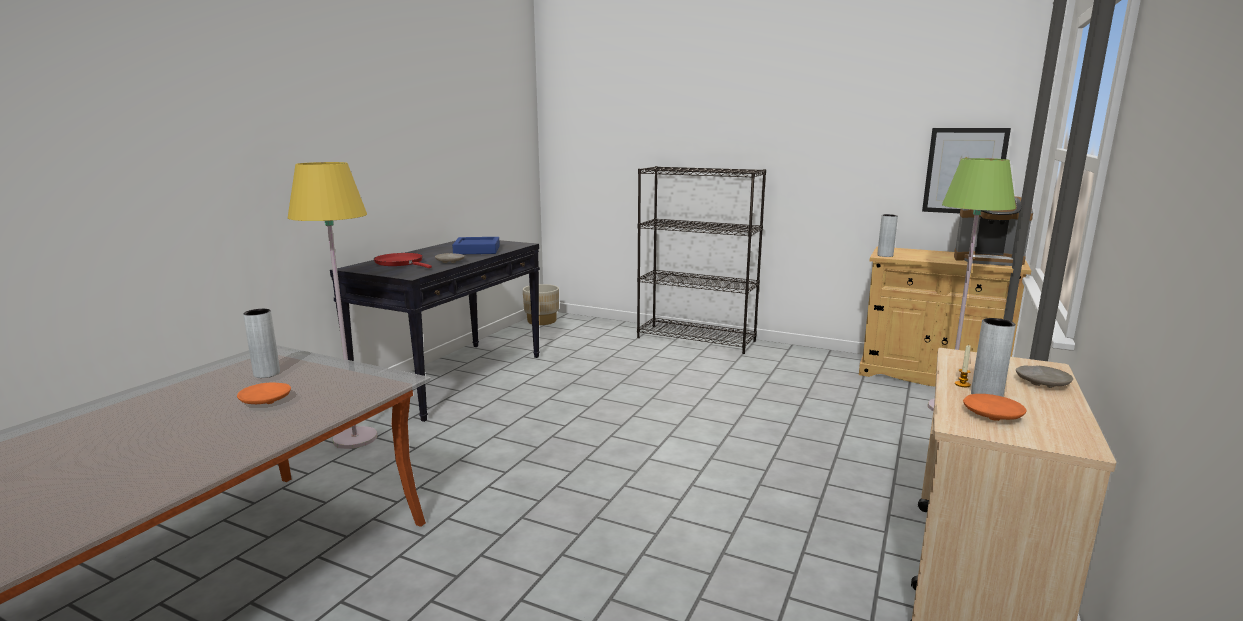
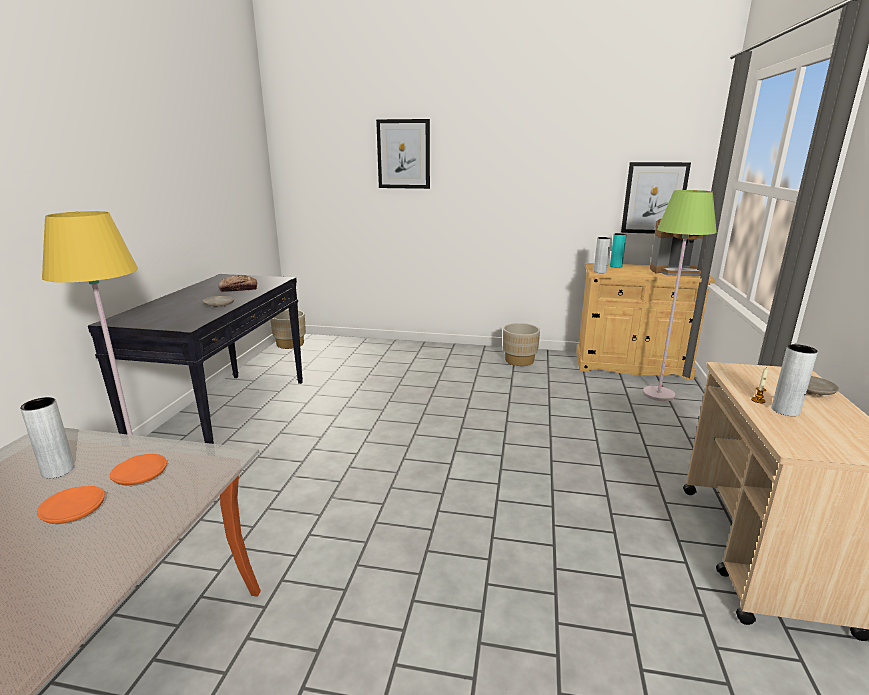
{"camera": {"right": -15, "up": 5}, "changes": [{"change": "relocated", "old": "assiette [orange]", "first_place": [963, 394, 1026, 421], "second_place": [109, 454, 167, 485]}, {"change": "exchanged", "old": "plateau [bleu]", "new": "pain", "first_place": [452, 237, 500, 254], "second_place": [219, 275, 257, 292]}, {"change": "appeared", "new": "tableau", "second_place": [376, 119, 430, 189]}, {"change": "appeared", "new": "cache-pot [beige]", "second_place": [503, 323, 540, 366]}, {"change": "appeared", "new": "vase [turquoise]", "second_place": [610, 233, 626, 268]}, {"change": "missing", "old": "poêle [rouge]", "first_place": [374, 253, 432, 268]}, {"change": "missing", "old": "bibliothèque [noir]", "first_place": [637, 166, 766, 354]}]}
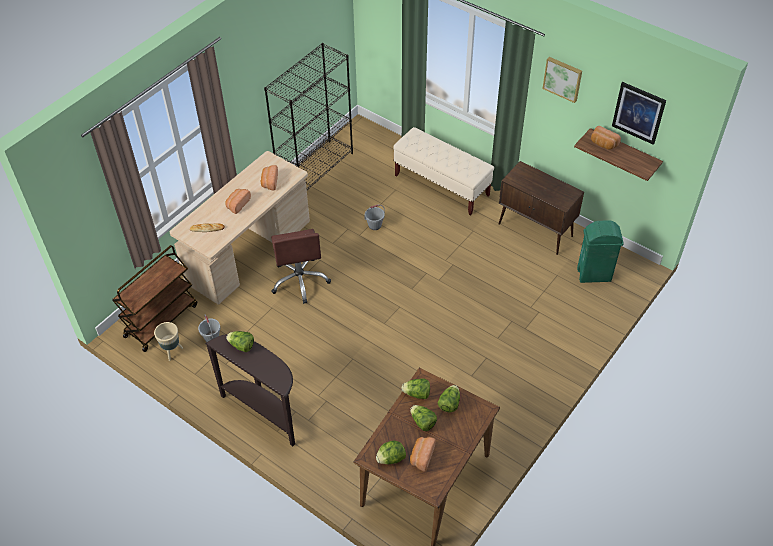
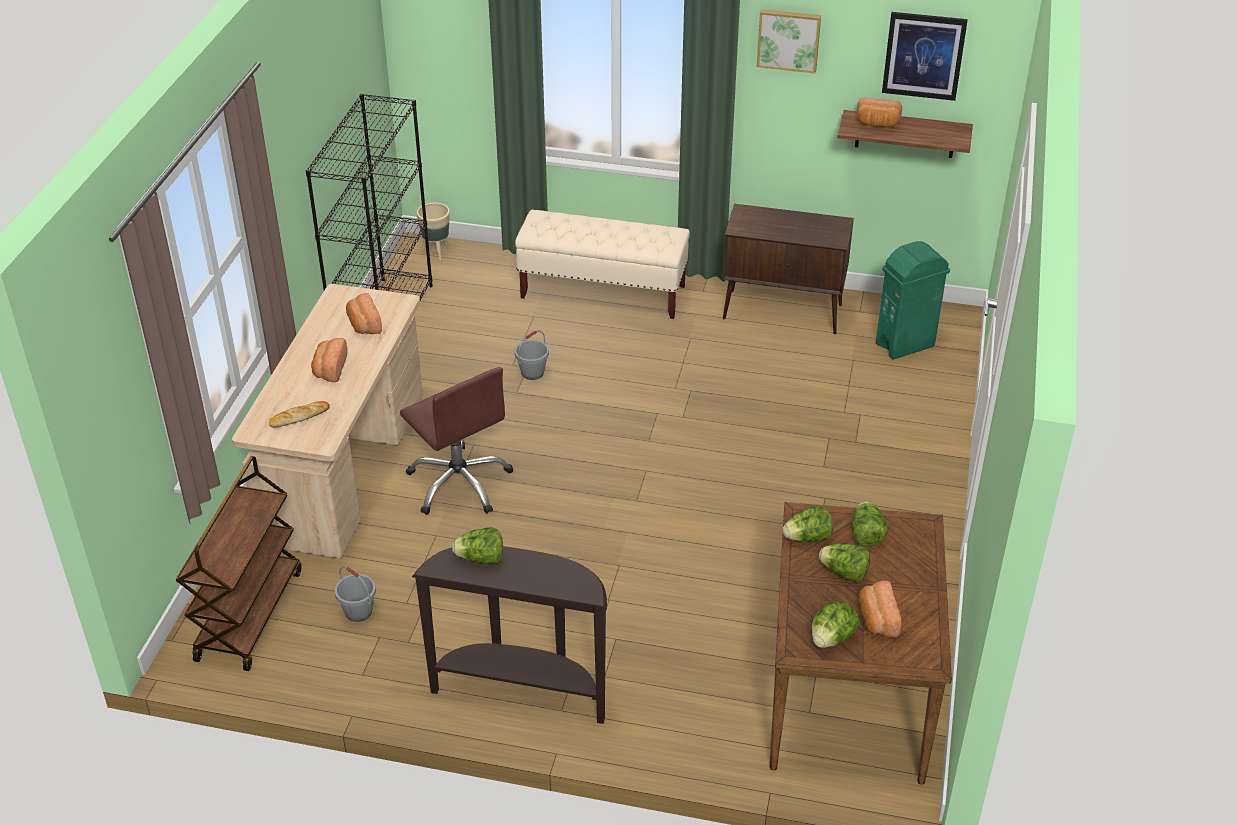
{"camera": {"right": -25, "up": -10}, "changes": [{"change": "relocated", "old": "cache-pot [beige]", "first_place": [154, 322, 183, 361], "second_place": [417, 203, 450, 261]}]}
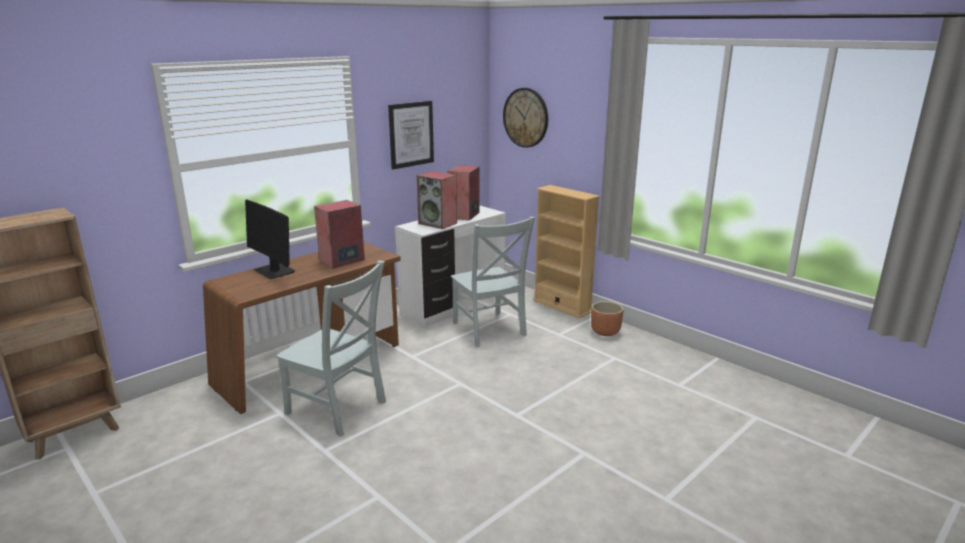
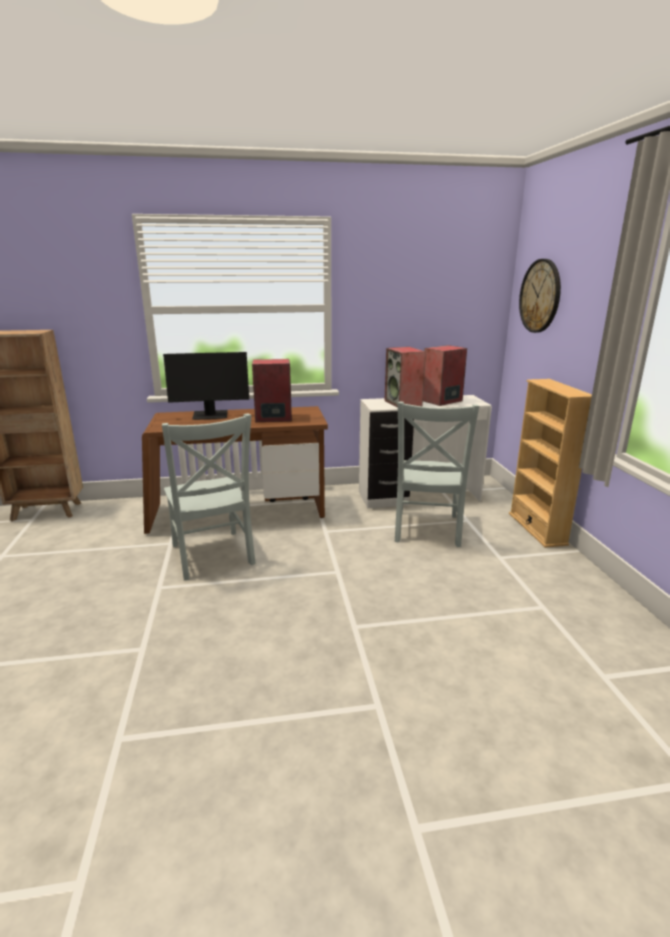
{"camera": {"right": 35, "up": 0}, "changes": [{"change": "spun", "old": "écran d'ordinateur", "first_place": [245, 200, 296, 279], "second_place": [163, 352, 249, 420], "degrees": -90}, {"change": "missing", "old": "tableau", "first_place": [388, 101, 434, 169]}, {"change": "missing", "old": "cache-pot [marron]", "first_place": [591, 301, 623, 336]}]}
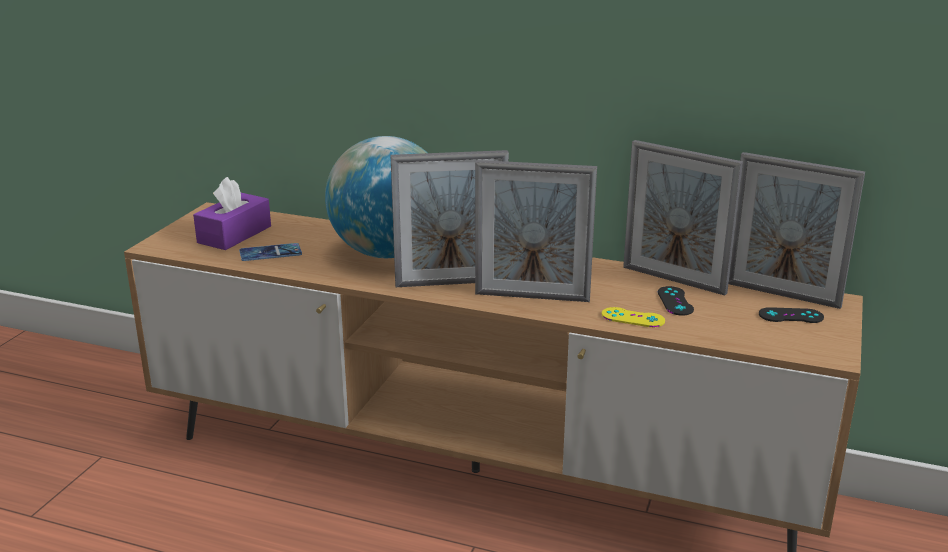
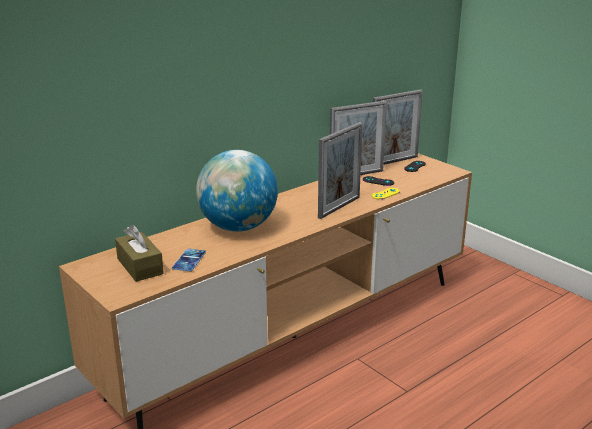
{"camera": {"right": -60, "up": 0}, "changes": [{"change": "colour", "old": "boîte à mouchoirs [violet]", "new": "boîte à mouchoirs [marron]", "first_place": [193, 177, 271, 250], "second_place": [115, 225, 164, 282]}, {"change": "missing", "old": "cadre photo", "first_place": [390, 150, 509, 287]}]}
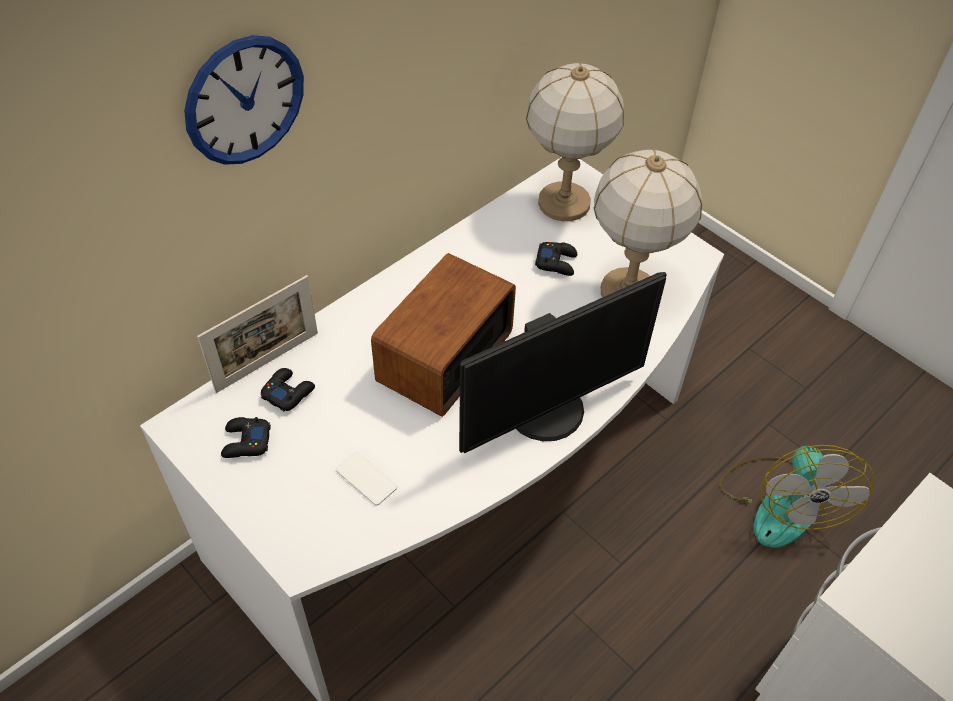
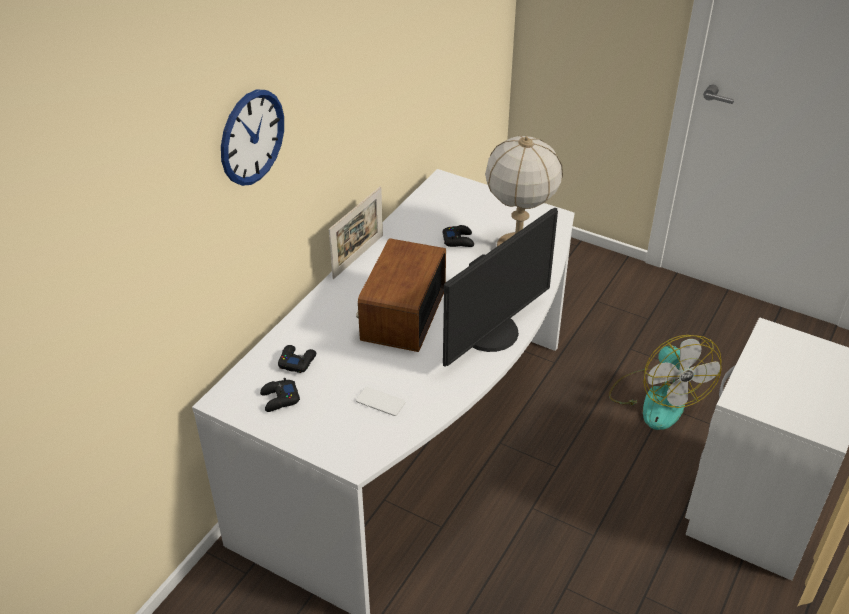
{"camera": {"right": -15, "up": -10}, "changes": [{"change": "relocated", "old": "cadre photo", "first_place": [197, 275, 318, 393], "second_place": [329, 186, 383, 279]}, {"change": "missing", "old": "lampe de table", "first_place": [526, 62, 624, 221]}]}
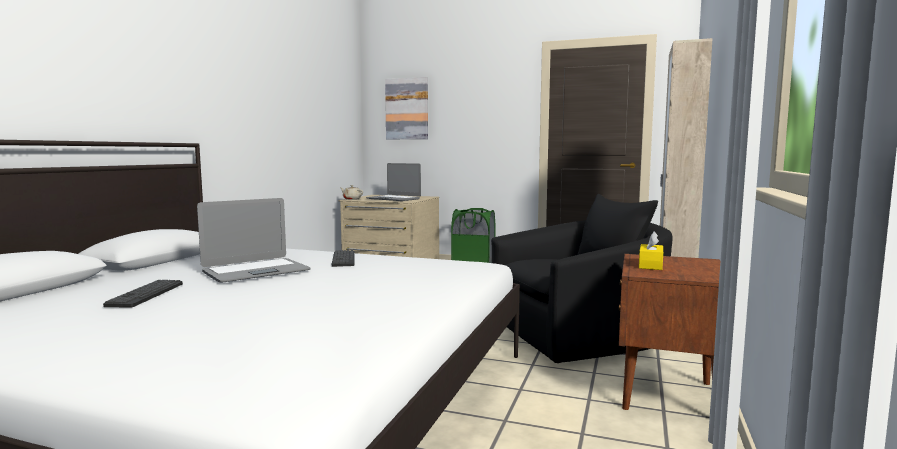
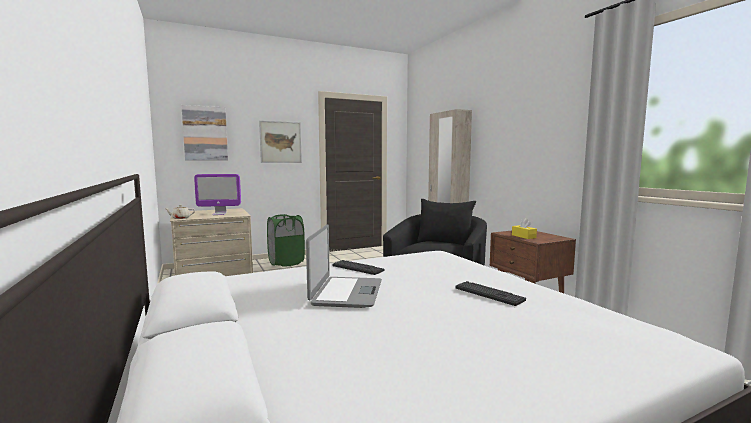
{"camera": {"right": -45, "up": 0}, "changes": [{"change": "exchanged", "old": "ordinateur portable", "new": "écran d'ordinateur", "first_place": [366, 163, 421, 201], "second_place": [194, 174, 241, 215]}, {"change": "appeared", "new": "tableau", "second_place": [259, 121, 302, 163]}, {"change": "relocated", "old": "clavier", "first_place": [103, 280, 183, 308], "second_place": [455, 281, 526, 306]}]}
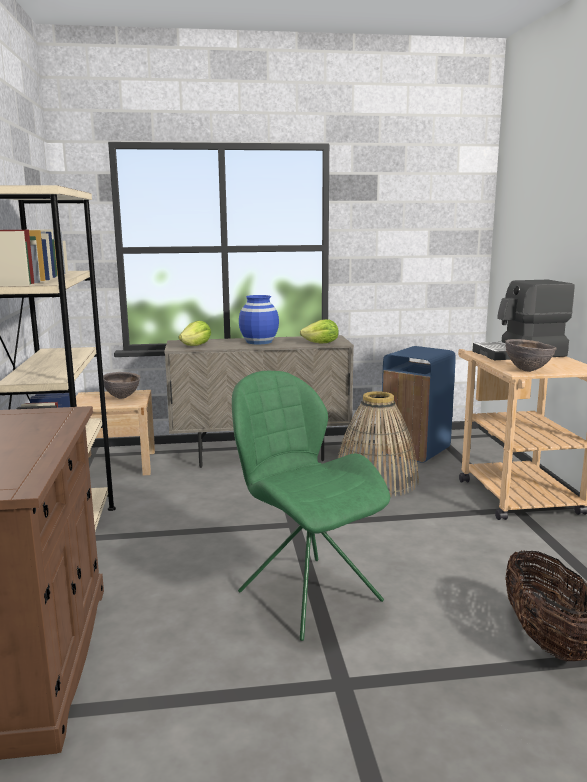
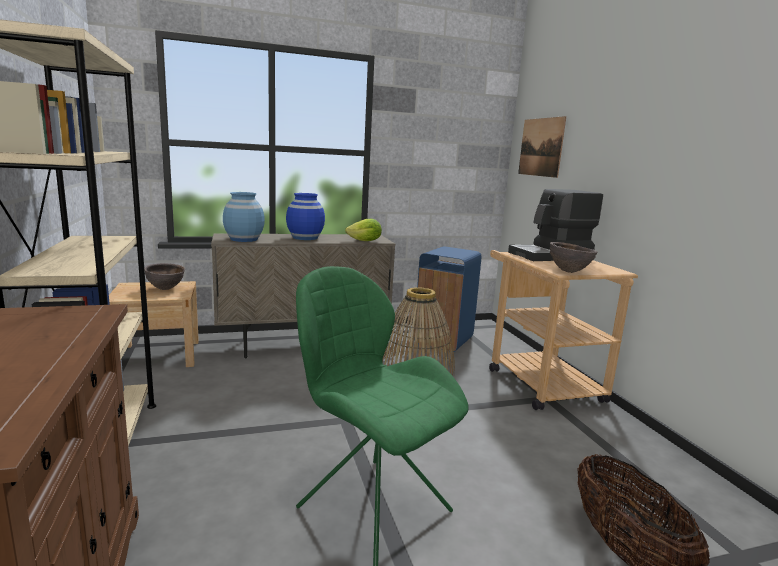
{"camera": {"right": -10, "up": 0}, "changes": [{"change": "exchanged", "old": "laitue", "new": "vase [bleu]", "first_place": [179, 321, 211, 346], "second_place": [223, 192, 265, 242]}, {"change": "appeared", "new": "tableau", "second_place": [518, 116, 566, 178]}]}
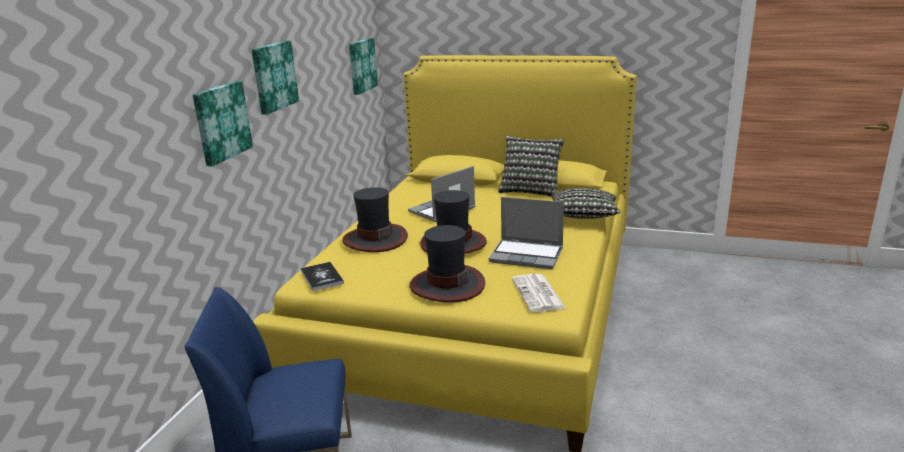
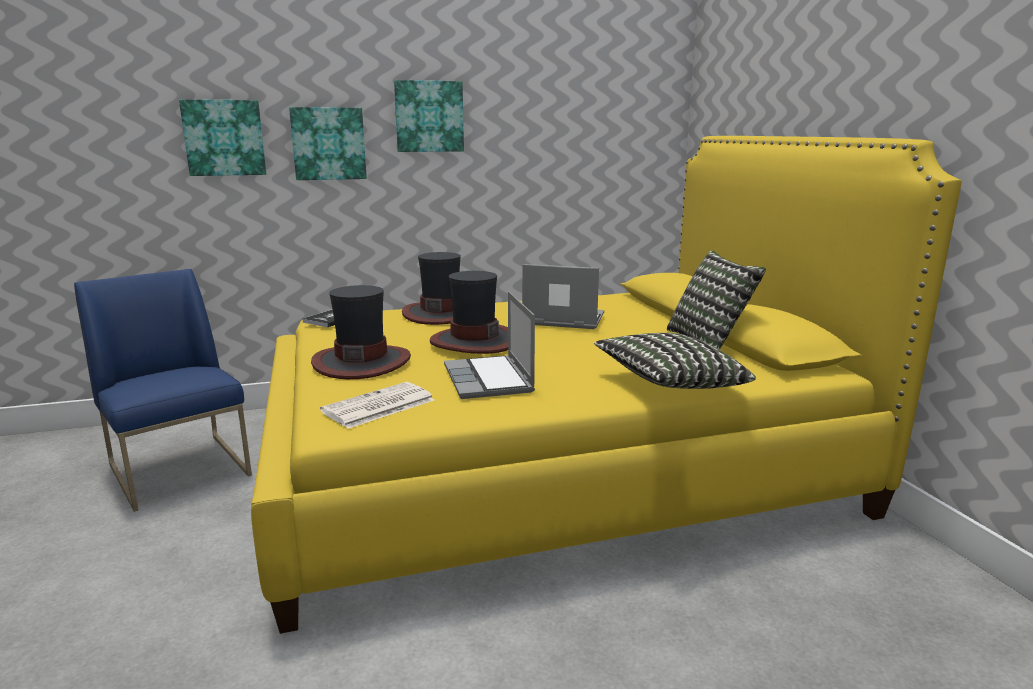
{"camera": {"right": 55, "up": -5}, "changes": [{"change": "relocated", "old": "tableau", "first_place": [349, 38, 378, 95], "second_place": [179, 99, 267, 176]}]}
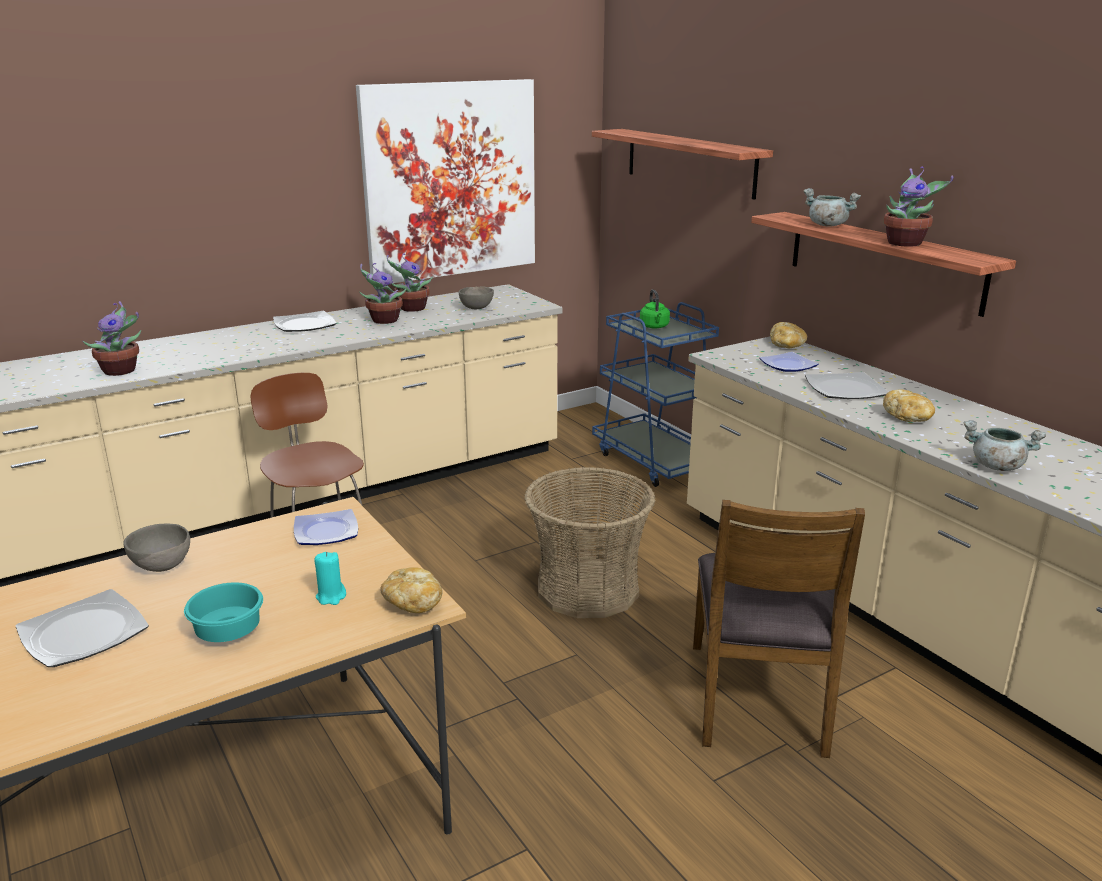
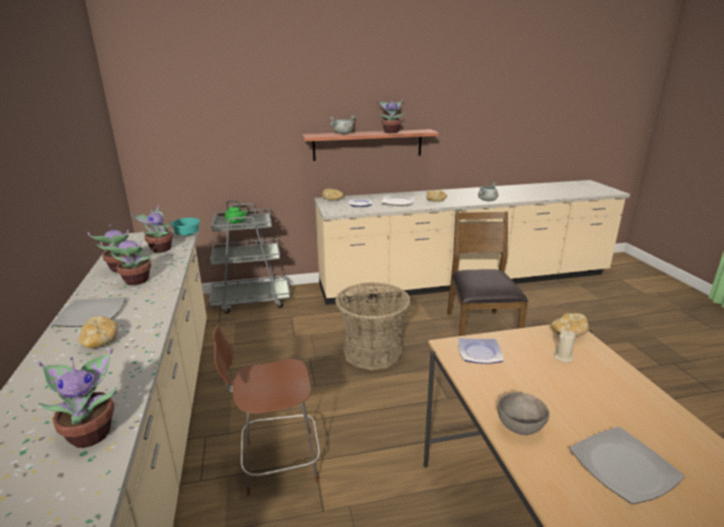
{"camera": {"right": -70, "up": 0}, "changes": [{"change": "appeared", "new": "pain", "second_place": [78, 316, 118, 348]}, {"change": "exchanged", "old": "bol [gris]", "new": "plante en pot", "first_place": [459, 286, 494, 309], "second_place": [131, 205, 173, 253]}, {"change": "relocated", "old": "bol [turquoise]", "first_place": [184, 582, 263, 642], "second_place": [171, 218, 200, 236]}, {"change": "colour", "old": "chariot [bleu]", "new": "chariot [gris]", "first_place": [592, 302, 719, 487], "second_place": [209, 203, 291, 314]}, {"change": "spun", "old": "chaise [marron]", "first_place": [693, 500, 865, 758], "second_place": [447, 212, 528, 336], "degrees": -120}, {"change": "colour", "old": "bougie [turquoise]", "new": "bougie [beige]", "first_place": [314, 552, 346, 605], "second_place": [554, 330, 575, 362]}, {"change": "missing", "old": "tableau", "first_place": [356, 79, 535, 283]}, {"change": "missing", "old": "étagère", "first_place": [592, 129, 773, 200]}]}
